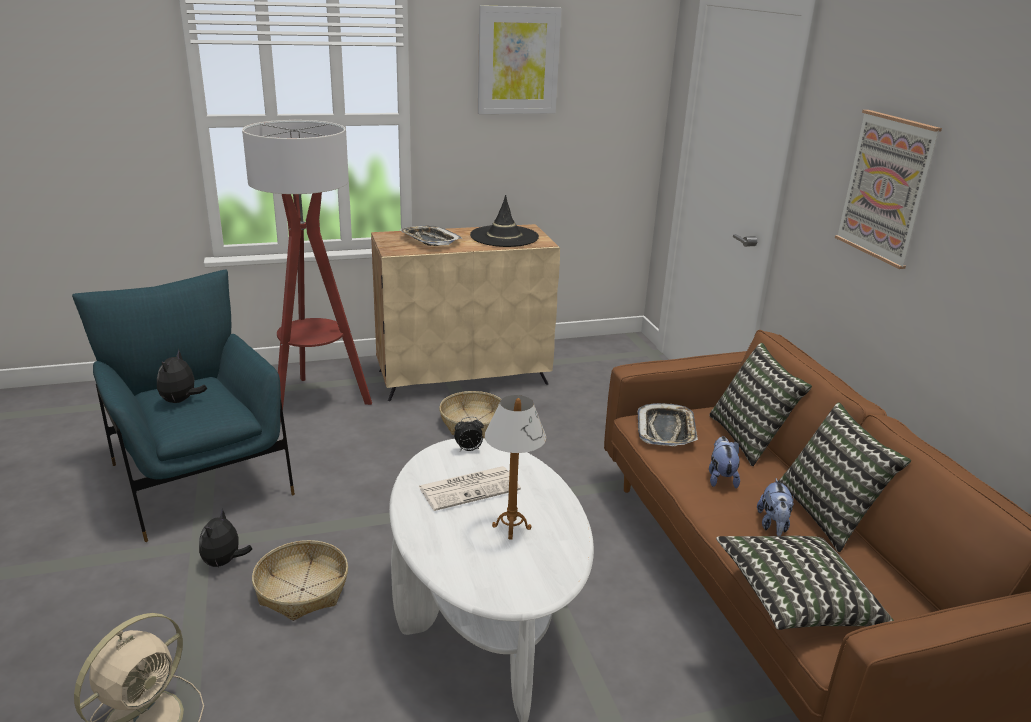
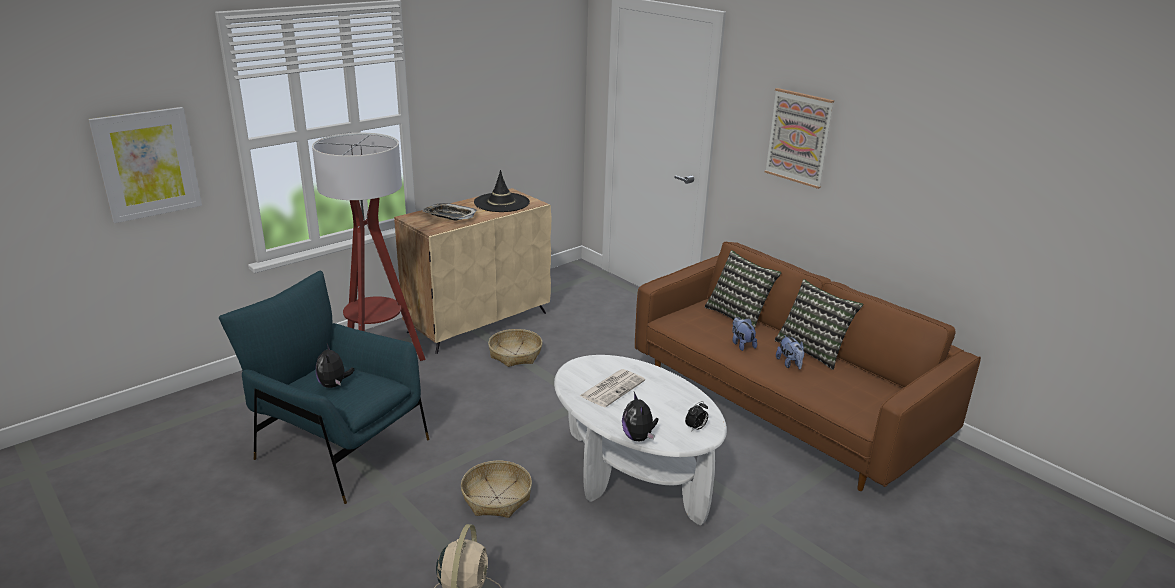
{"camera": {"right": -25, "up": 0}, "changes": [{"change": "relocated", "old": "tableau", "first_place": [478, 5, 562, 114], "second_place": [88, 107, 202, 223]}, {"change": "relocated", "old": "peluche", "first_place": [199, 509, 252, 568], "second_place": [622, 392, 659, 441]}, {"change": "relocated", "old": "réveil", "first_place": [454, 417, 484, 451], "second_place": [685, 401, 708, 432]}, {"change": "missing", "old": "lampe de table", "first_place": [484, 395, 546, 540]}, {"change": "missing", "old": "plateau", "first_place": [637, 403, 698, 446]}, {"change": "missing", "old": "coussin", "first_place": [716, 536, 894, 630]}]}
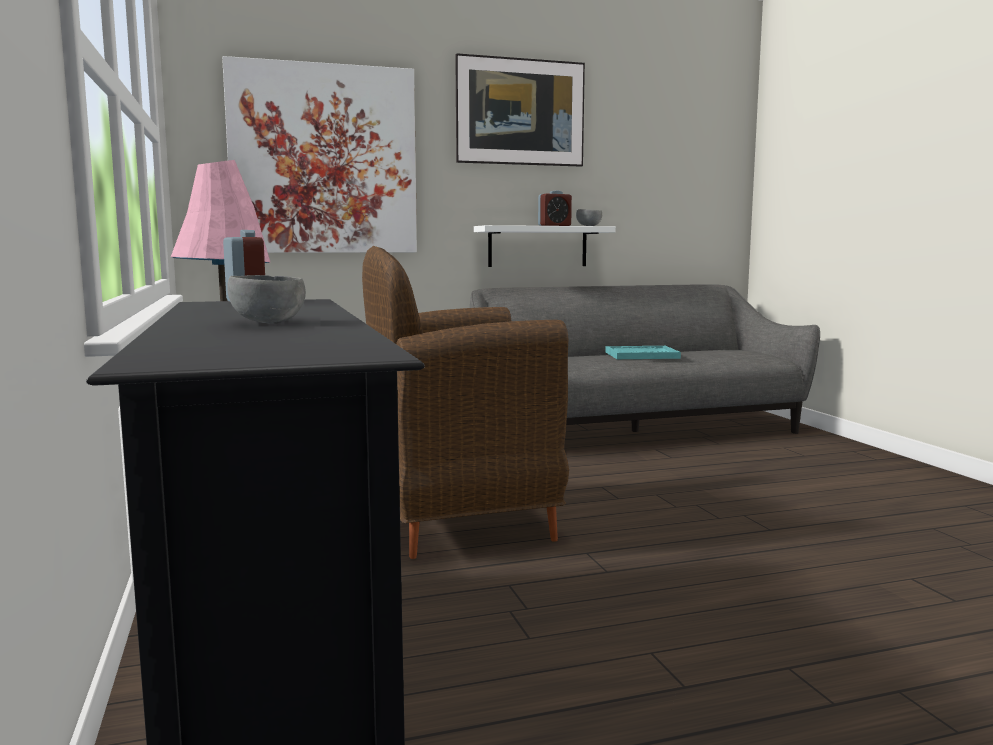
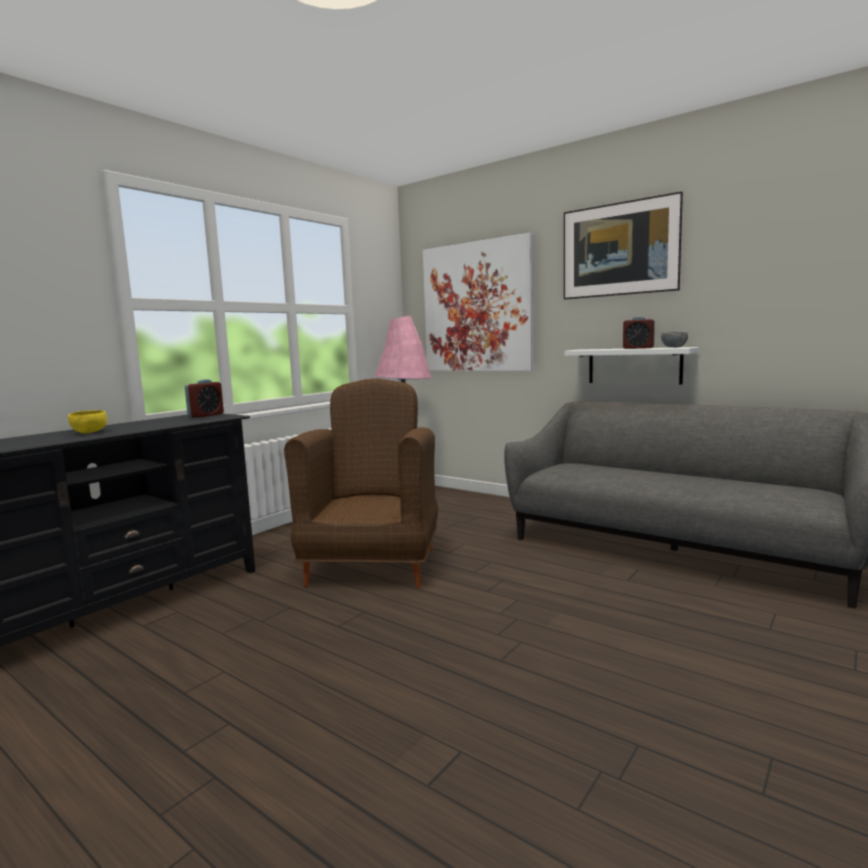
{"camera": {"right": 55, "up": 0}, "changes": [{"change": "colour", "old": "bol [gris]", "new": "bol [jaune]", "first_place": [227, 275, 306, 324], "second_place": [68, 410, 107, 434]}, {"change": "spun", "old": "fauteuil [marron]", "first_place": [362, 246, 569, 559], "second_place": [284, 378, 438, 588], "degrees": 60}, {"change": "missing", "old": "plateau [turquoise]", "first_place": [605, 346, 681, 359]}]}
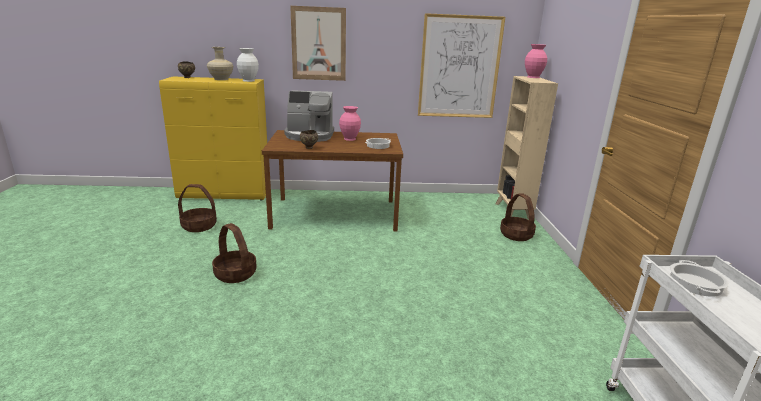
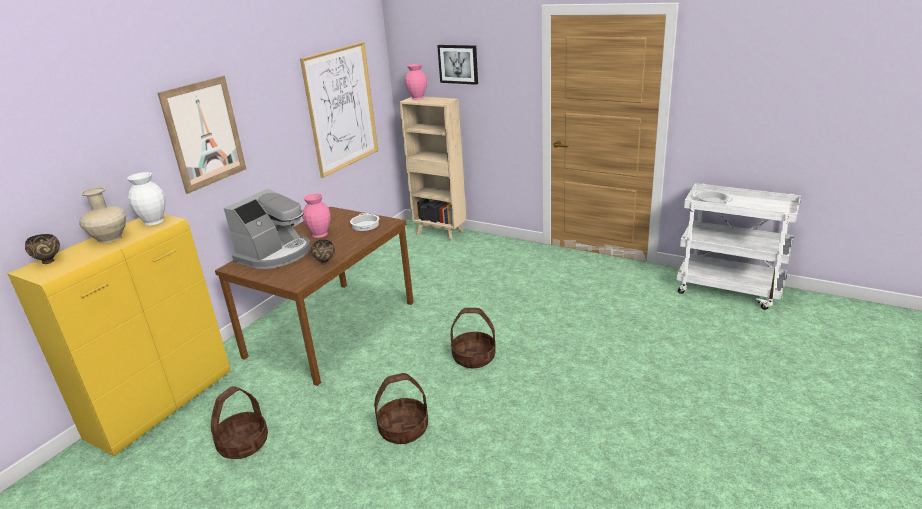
{"camera": {"right": -55, "up": 5}, "changes": [{"change": "appeared", "new": "tableau", "second_place": [437, 45, 478, 85]}, {"change": "relocated", "old": "panier", "first_place": [500, 193, 536, 241], "second_place": [450, 308, 496, 368]}]}
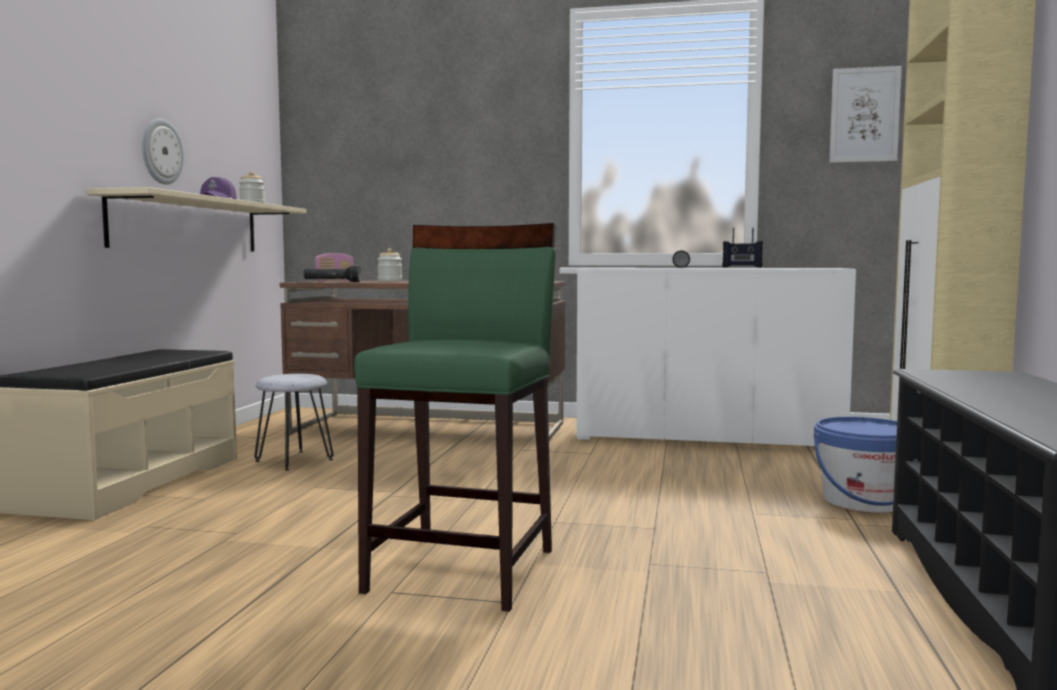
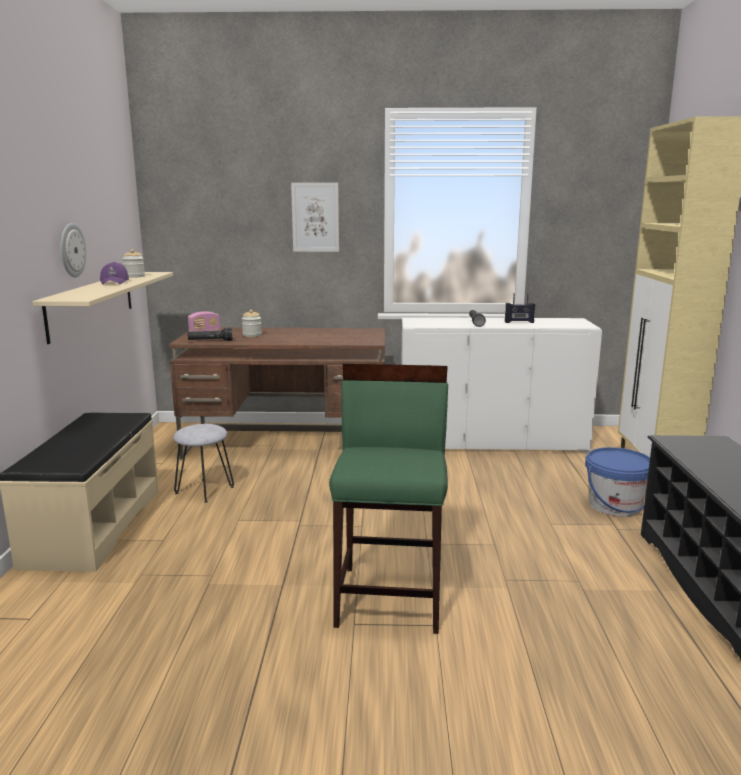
{"camera": {"right": -10, "up": 10}, "changes": [{"change": "relocated", "old": "tableau", "first_place": [829, 66, 902, 163], "second_place": [291, 183, 339, 252]}]}
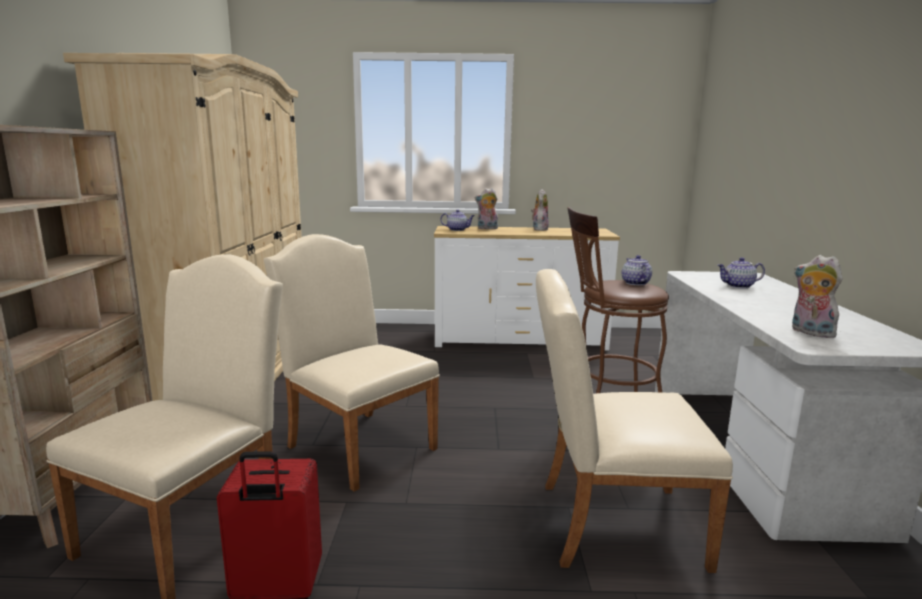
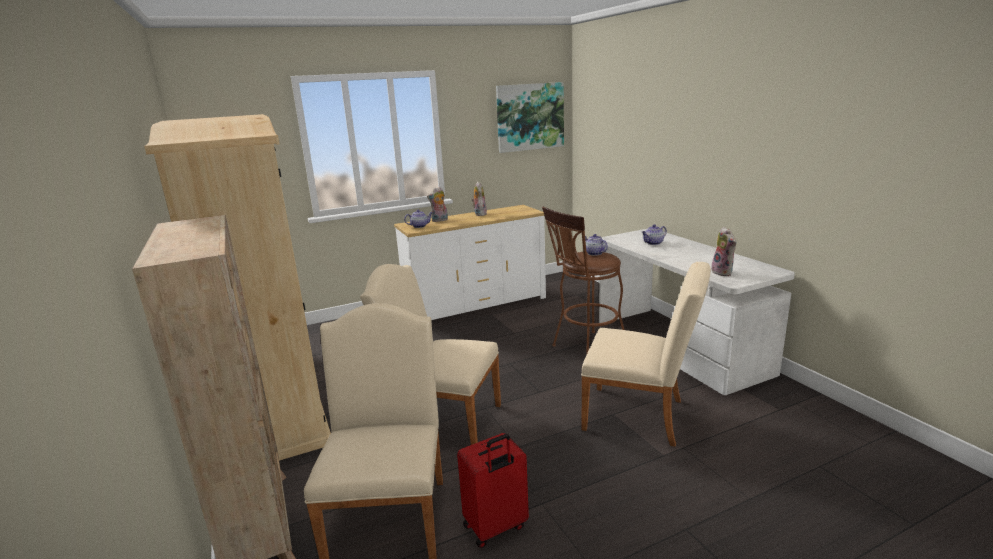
{"camera": {"right": -25, "up": 5}, "changes": [{"change": "appeared", "new": "tableau", "second_place": [496, 82, 564, 153]}, {"change": "spun", "old": "chaise [beige]", "first_place": [536, 269, 733, 573], "second_place": [581, 262, 711, 447], "degrees": -135}, {"change": "spun", "old": "peluche", "first_place": [792, 255, 843, 338], "second_place": [711, 227, 737, 276], "degrees": -135}]}
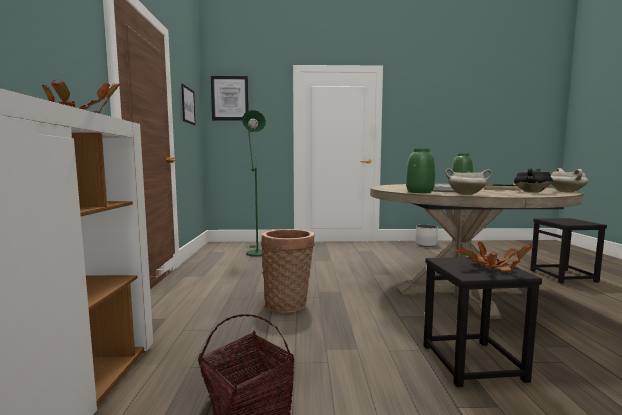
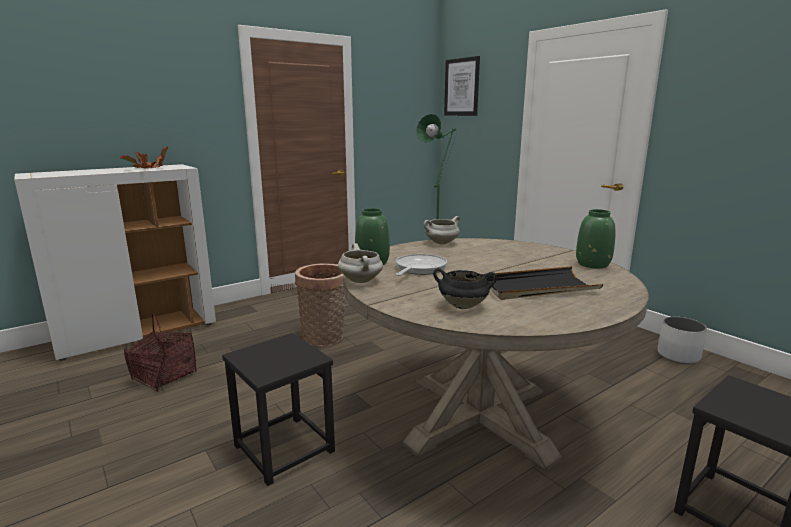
{"camera": {"right": 55, "up": 10}, "changes": [{"change": "relocated", "old": "marmite [blanc]", "first_place": [551, 168, 588, 193], "second_place": [424, 216, 460, 244]}, {"change": "missing", "old": "tableau", "first_place": [181, 84, 196, 125]}, {"change": "missing", "old": "plante en pot", "first_place": [456, 241, 533, 271]}]}
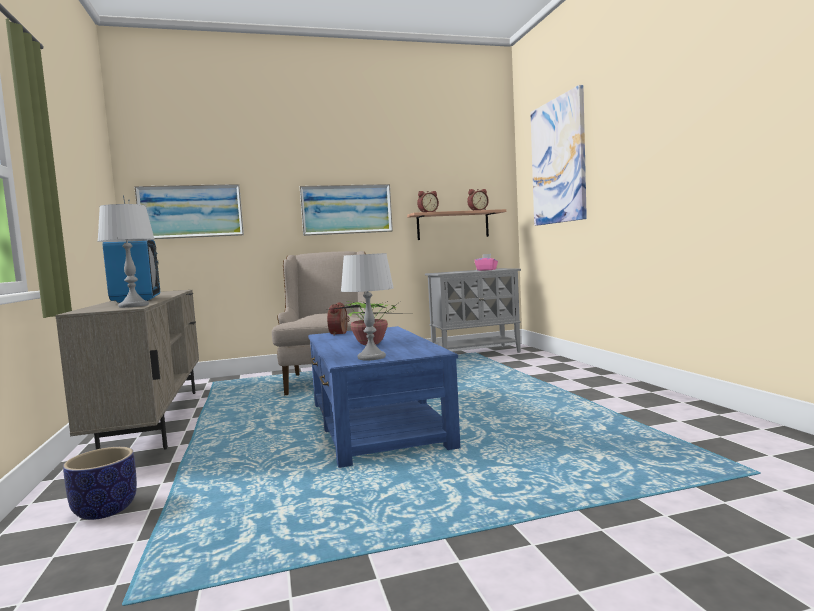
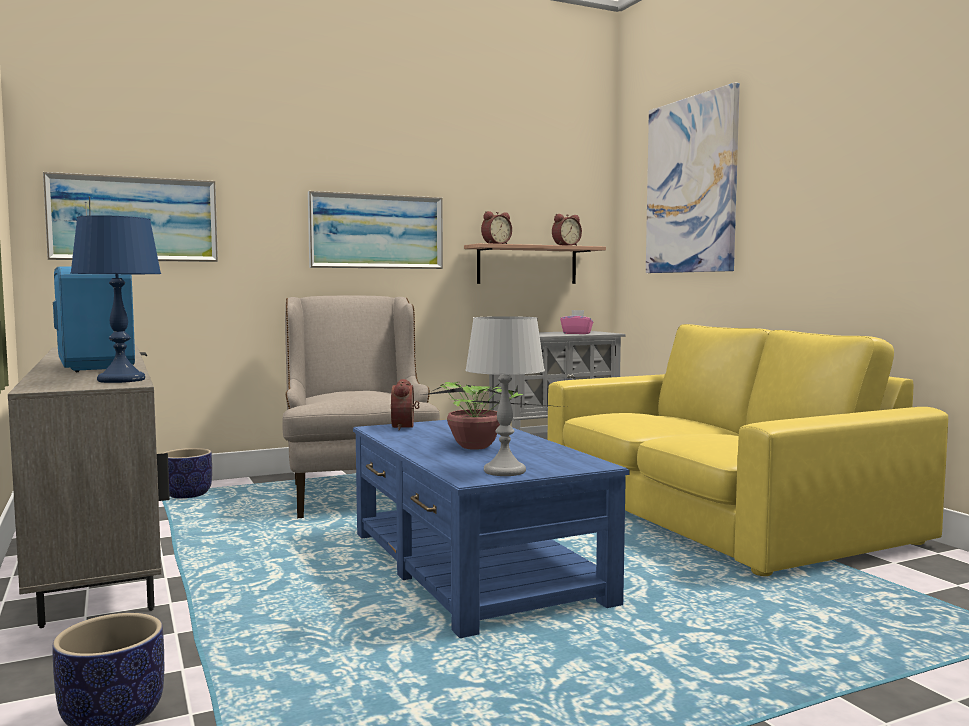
{"camera": {"right": -10, "up": 0}, "changes": [{"change": "colour", "old": "lampe de table [gris]", "new": "lampe de table [bleu]", "first_place": [98, 204, 155, 308], "second_place": [70, 215, 161, 383]}, {"change": "appeared", "new": "cache-pot", "second_place": [163, 448, 212, 498]}, {"change": "appeared", "new": "canapé [jaune]", "second_place": [548, 324, 948, 576]}]}
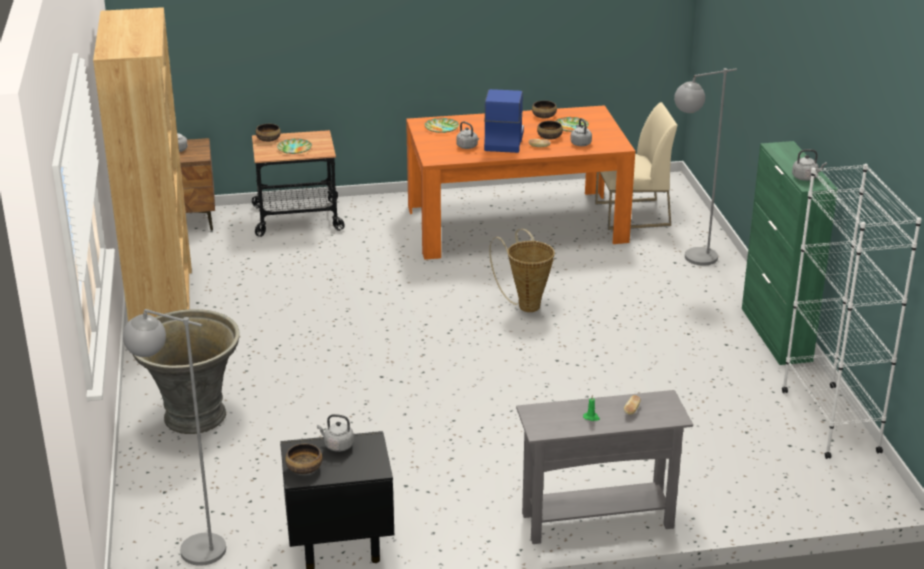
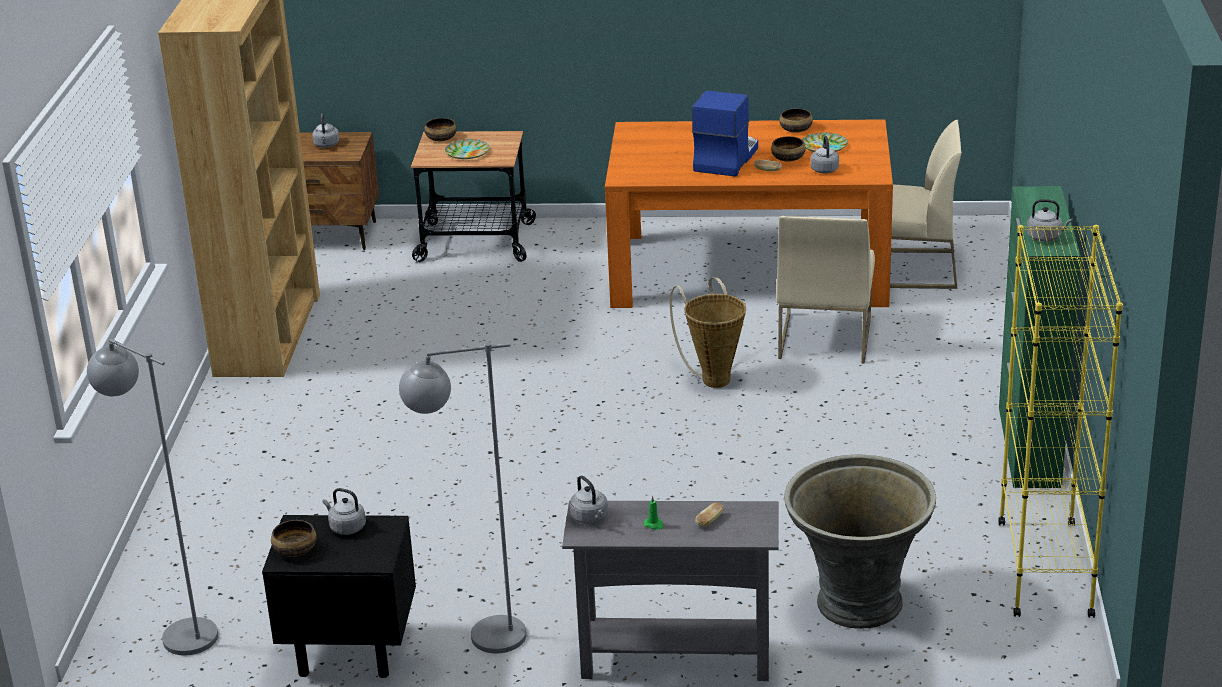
{"camera": {"right": 15, "up": 0}, "changes": [{"change": "relocated", "old": "lampadaire [gris]", "first_place": [674, 68, 737, 265], "second_place": [399, 342, 527, 653]}, {"change": "relocated", "old": "bouilloire [gris]", "first_place": [456, 121, 479, 149], "second_place": [570, 476, 608, 524]}, {"change": "appeared", "new": "chaise [beige]", "second_place": [777, 216, 875, 364]}, {"change": "relocated", "old": "cache-pot [gris]", "first_place": [133, 309, 240, 434], "second_place": [784, 454, 936, 629]}, {"change": "colour", "old": "bibliothèque [blanc]", "new": "bibliothèque [jaune]", "first_place": [782, 164, 922, 459], "second_place": [998, 225, 1123, 618]}, {"change": "missing", "old": "assiette", "first_place": [424, 118, 459, 133]}]}
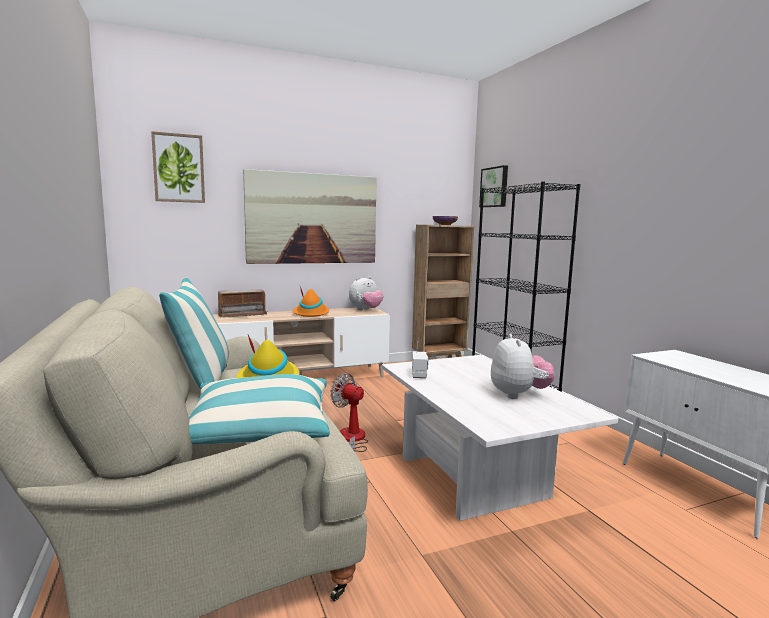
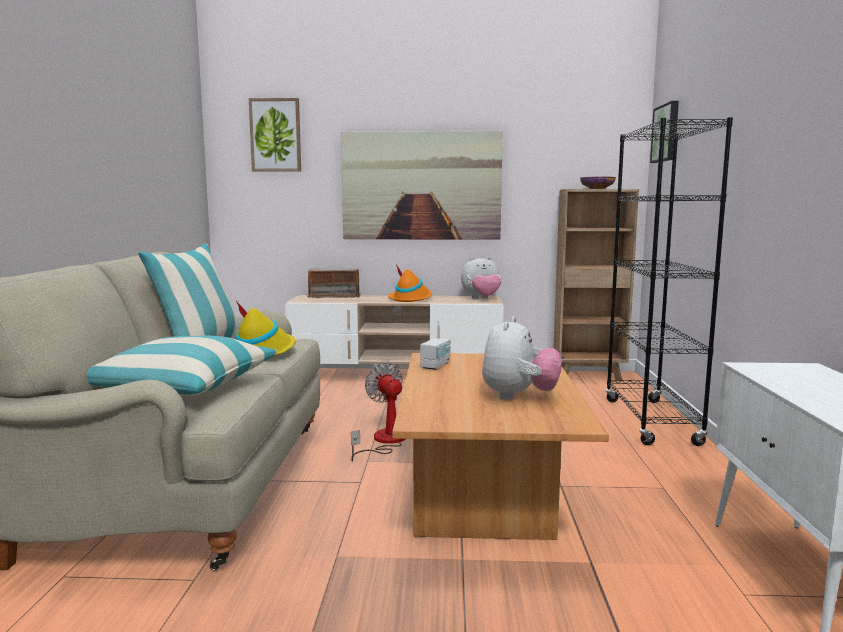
{"camera": {"right": 25, "up": 0}, "changes": [{"change": "colour", "old": "table basse [blanc]", "new": "table basse [marron]", "first_place": [382, 355, 619, 521], "second_place": [392, 353, 609, 540]}]}
